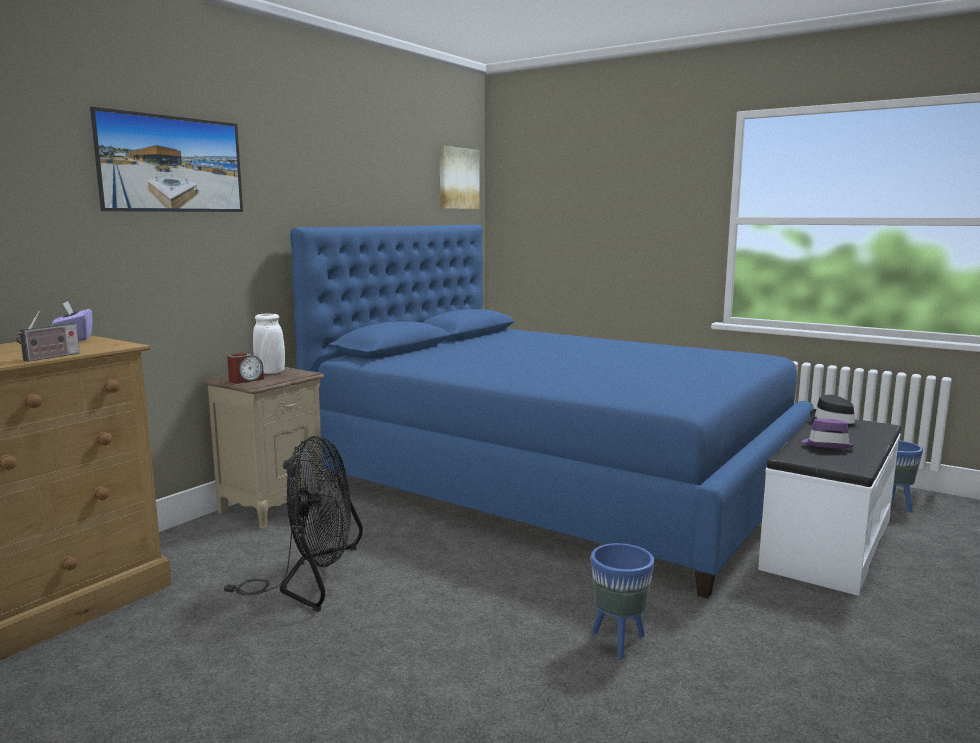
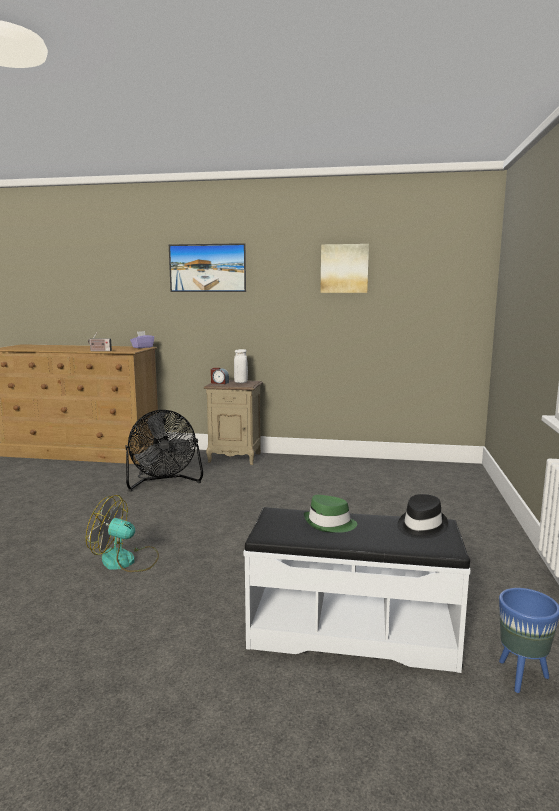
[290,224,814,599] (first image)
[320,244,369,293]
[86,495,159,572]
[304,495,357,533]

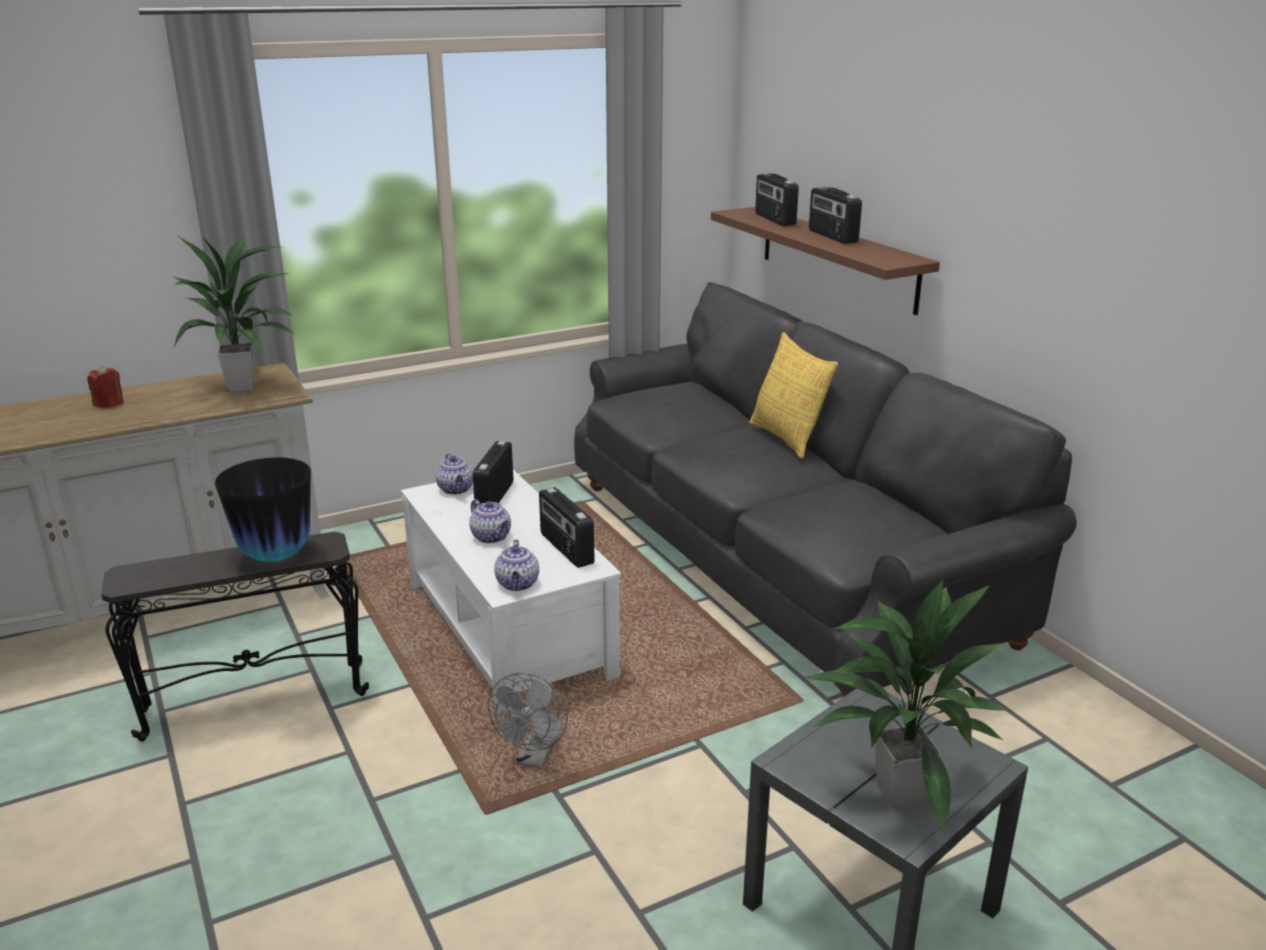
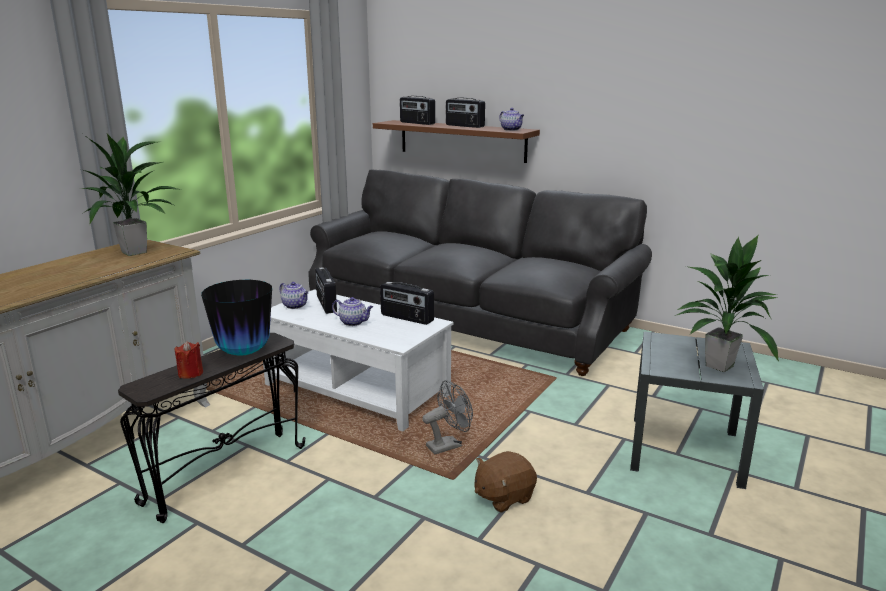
[175,341,203,379]
[422,380,473,454]
[499,108,524,131]
[749,332,838,459] (first image)
[475,451,537,513]

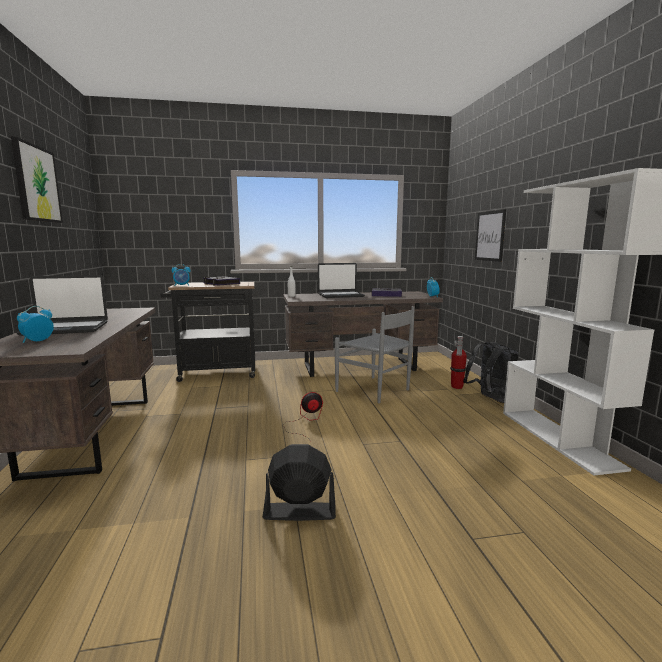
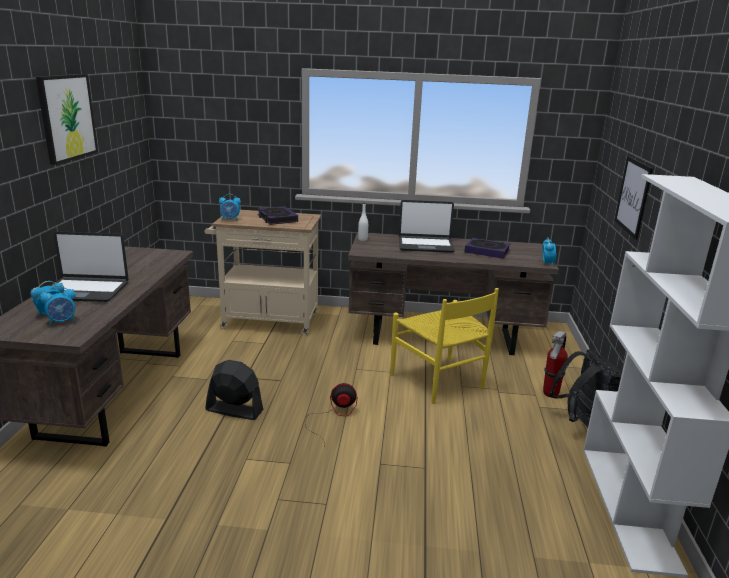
[204,210,321,335]
[205,360,263,420]
[391,288,499,404]
[40,285,76,326]

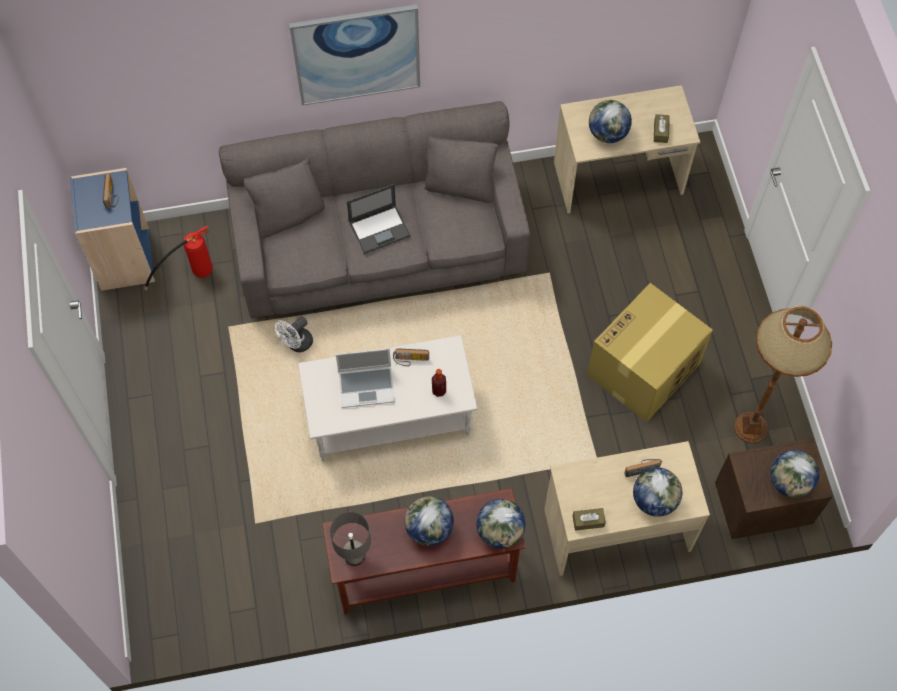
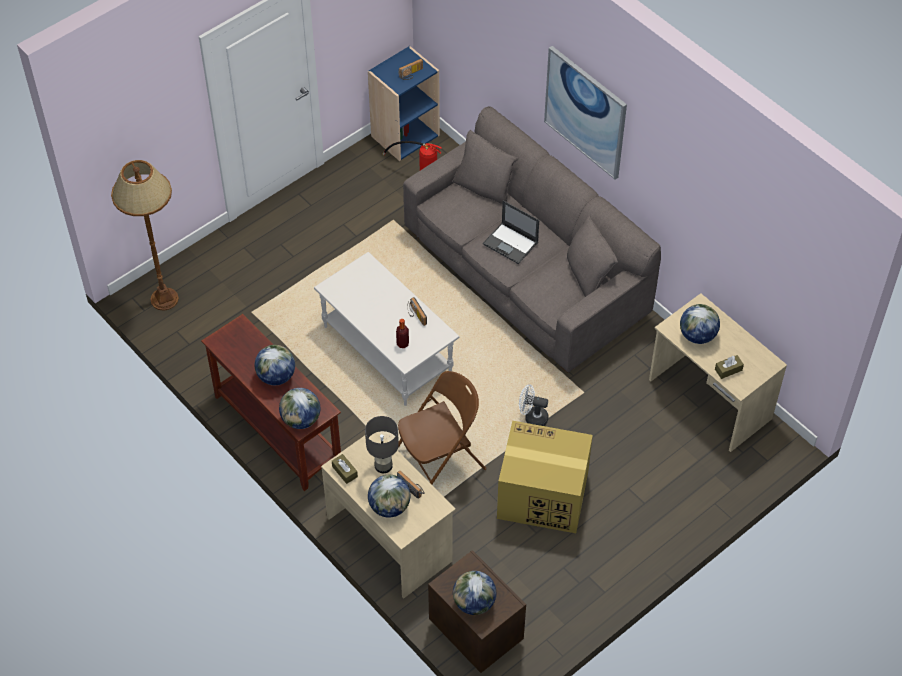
[519,384,549,426]
[365,416,399,473]
[336,349,395,408] (first image)
[111,160,179,311]
[398,371,486,484]

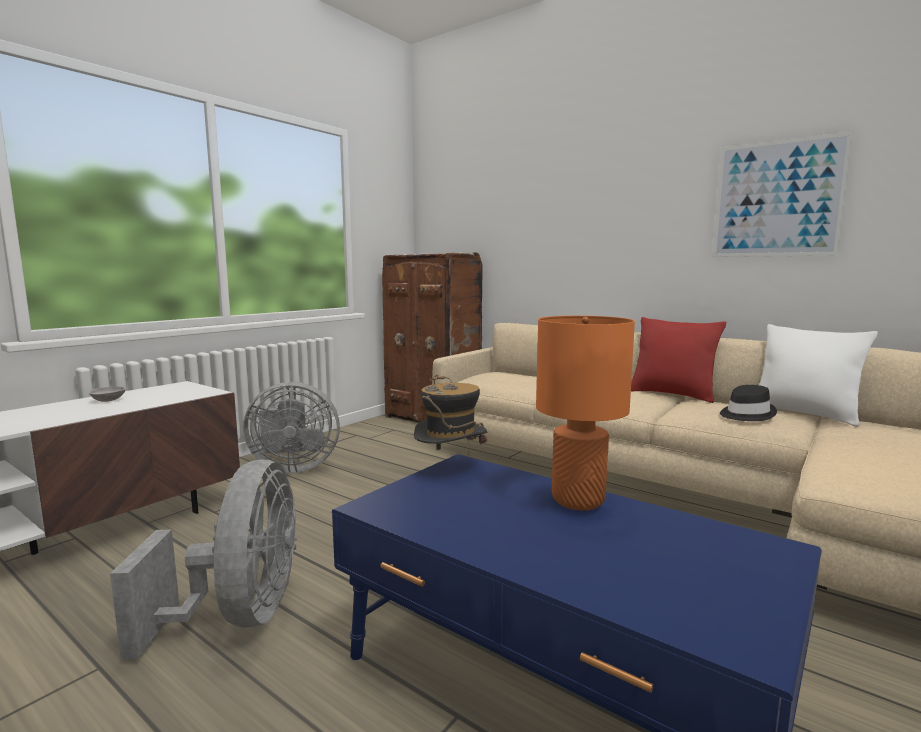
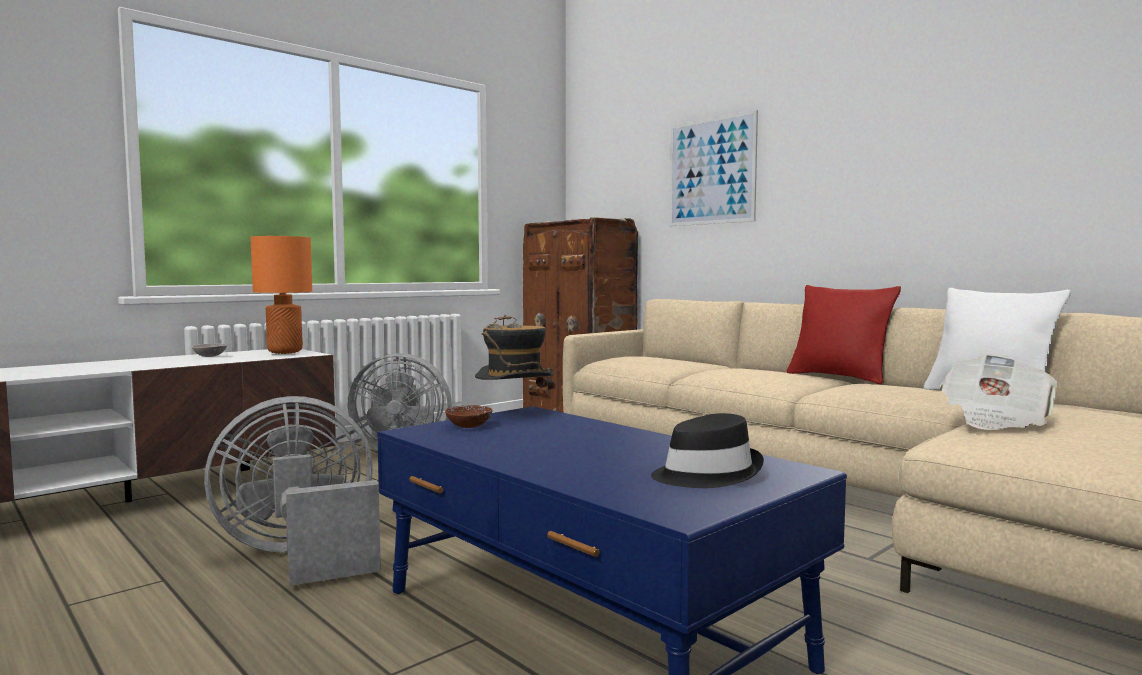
[204,396,381,586]
[250,236,312,354]
[669,110,758,226]
[651,413,764,488]
[445,405,493,428]
[940,354,1058,430]

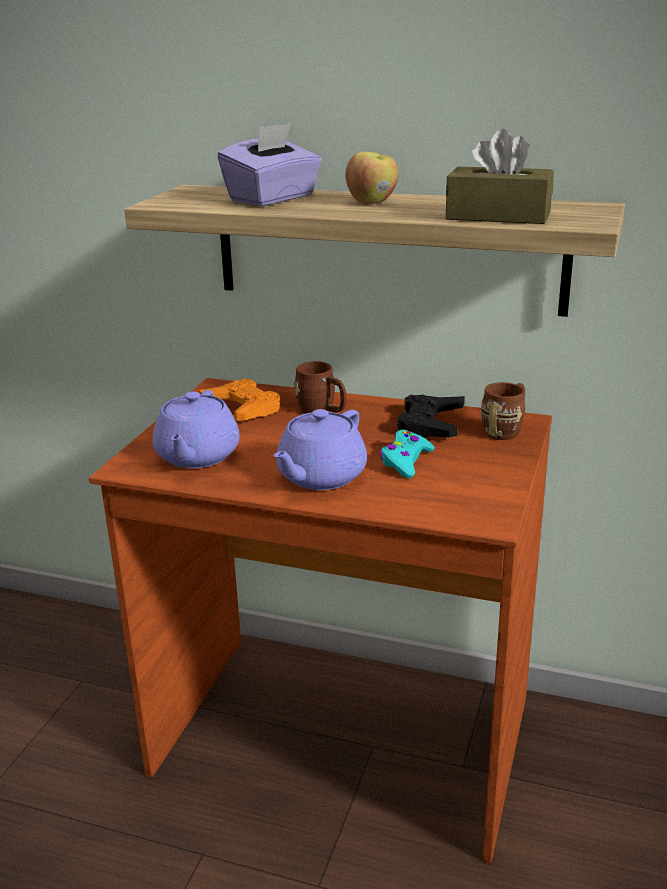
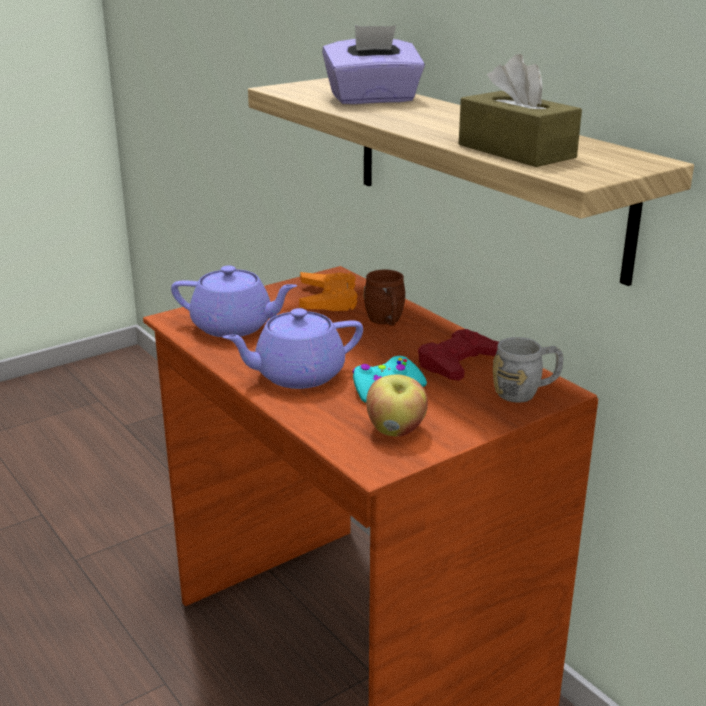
[171,265,297,337]
[366,374,428,437]
[418,329,499,381]
[493,337,563,403]

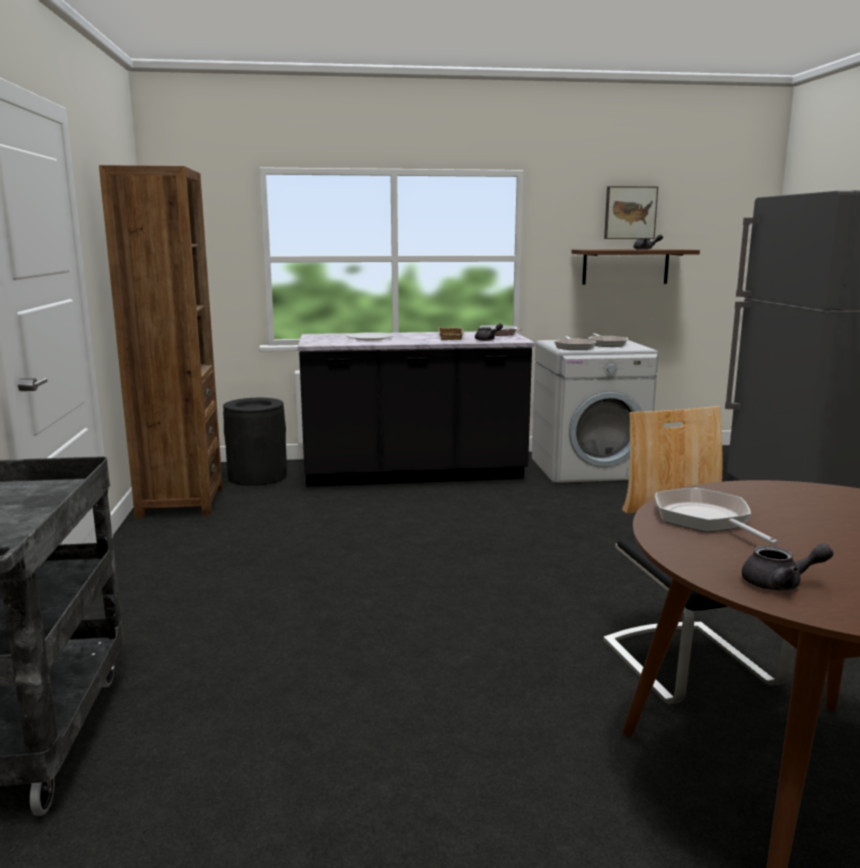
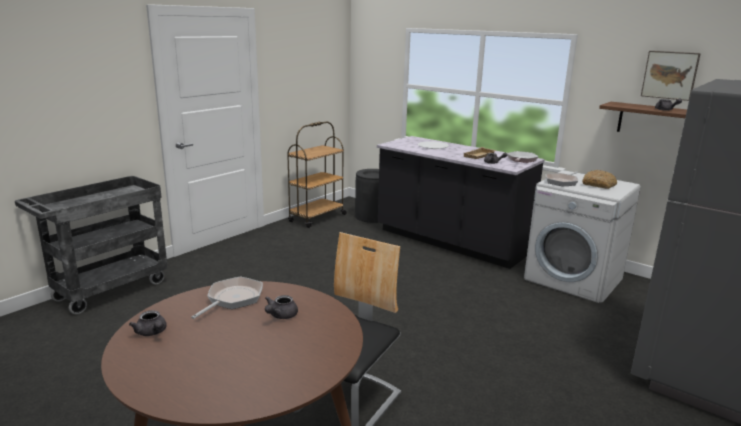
[287,122,347,228]
[582,170,617,189]
[265,295,298,319]

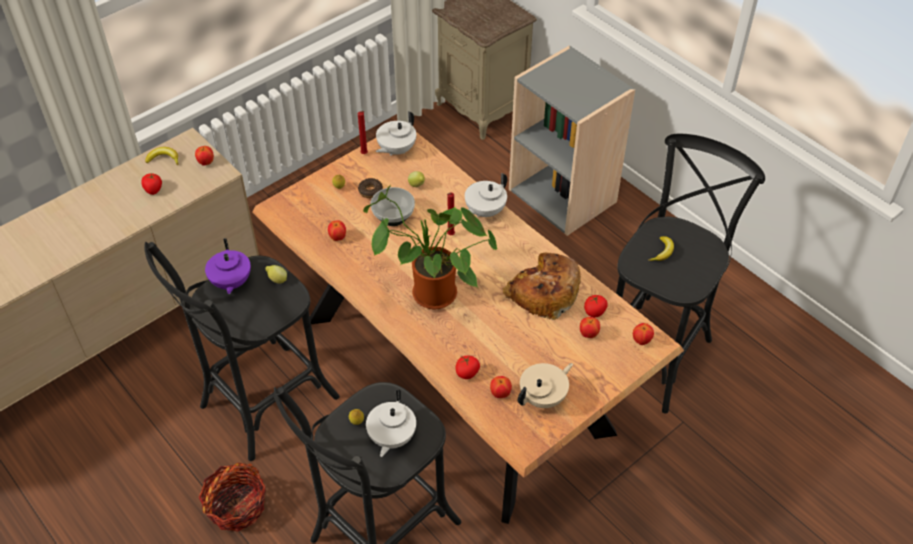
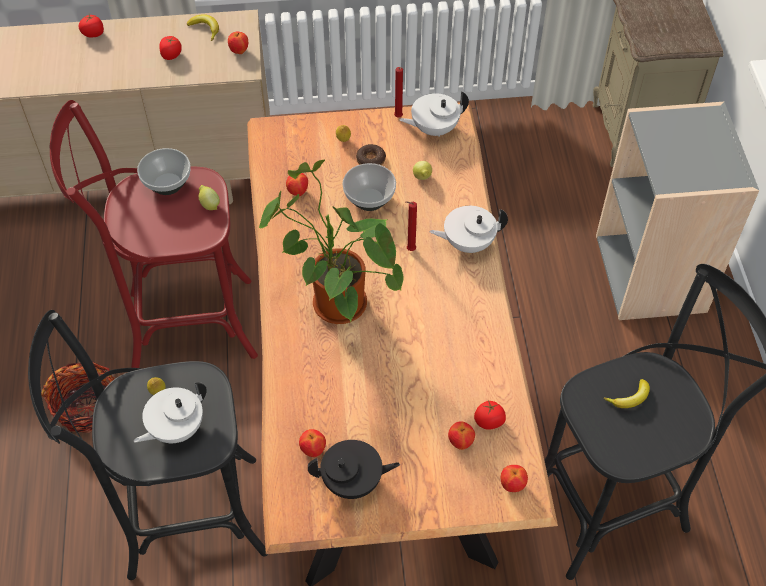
[50,100,258,368]
[137,148,191,195]
[78,14,104,37]
[502,252,581,320] (first image)
[308,440,400,499]

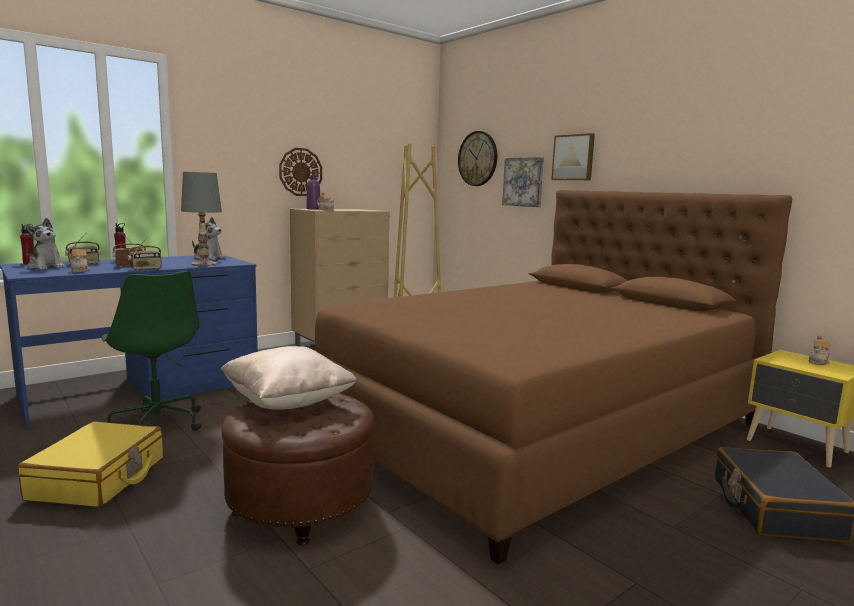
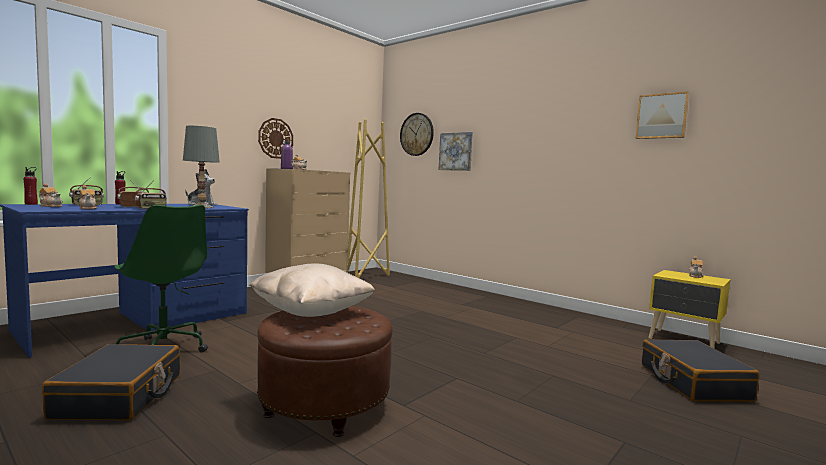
[42,344,180,420]
[39,183,63,207]
[315,190,792,565] (first image)
[636,91,689,139]

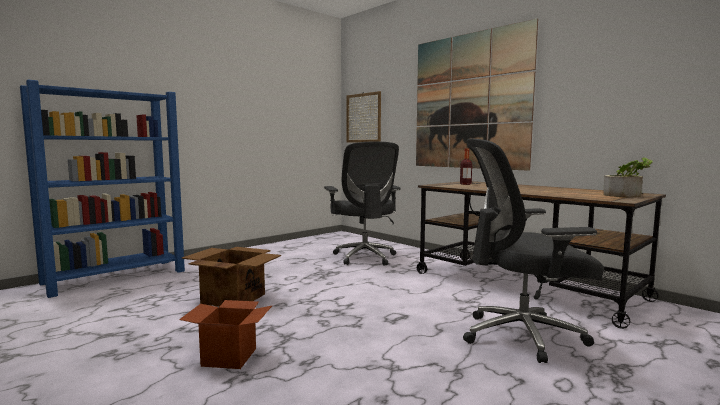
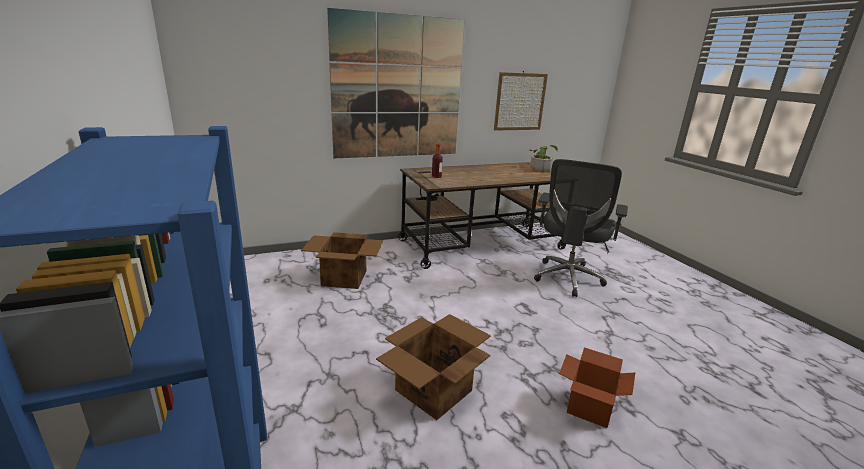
[301,232,383,289]
[494,71,548,131]

